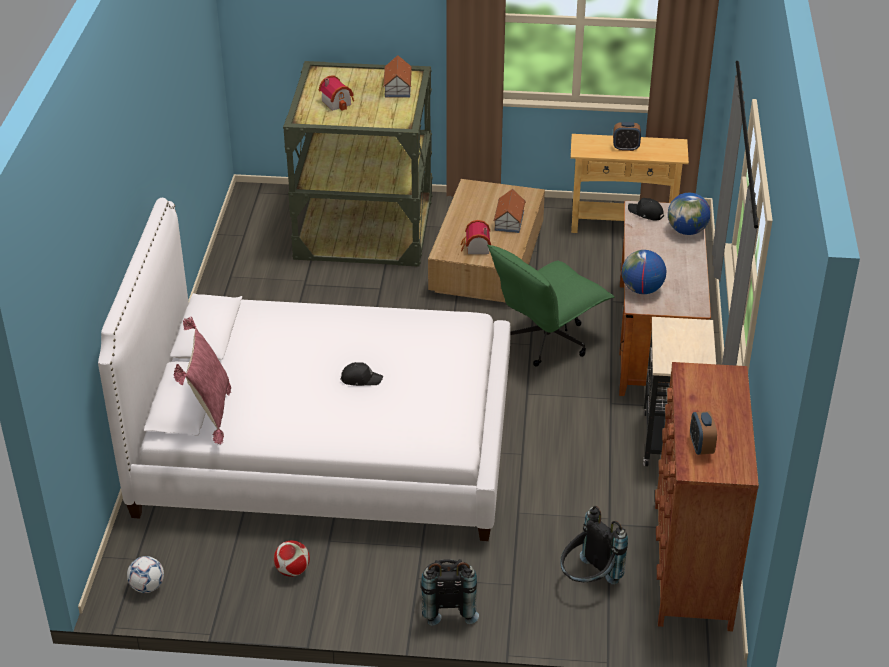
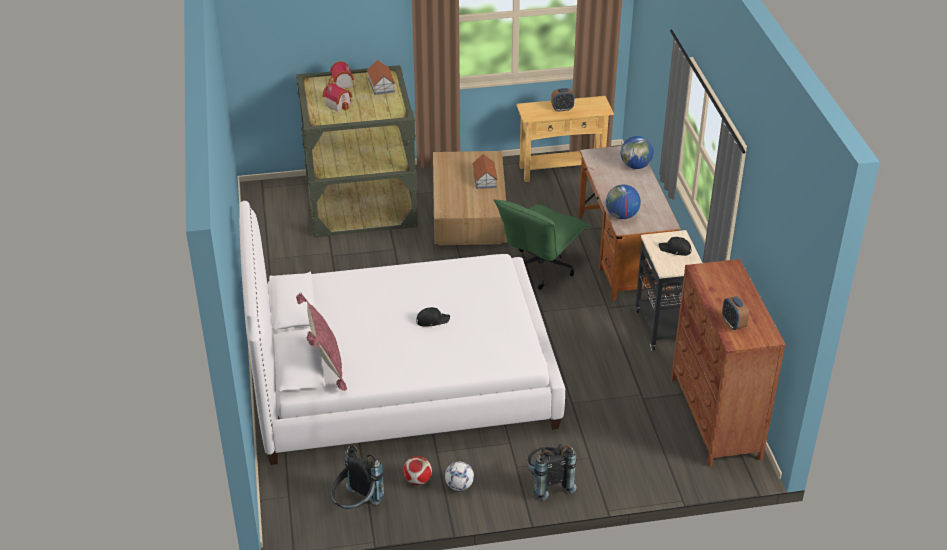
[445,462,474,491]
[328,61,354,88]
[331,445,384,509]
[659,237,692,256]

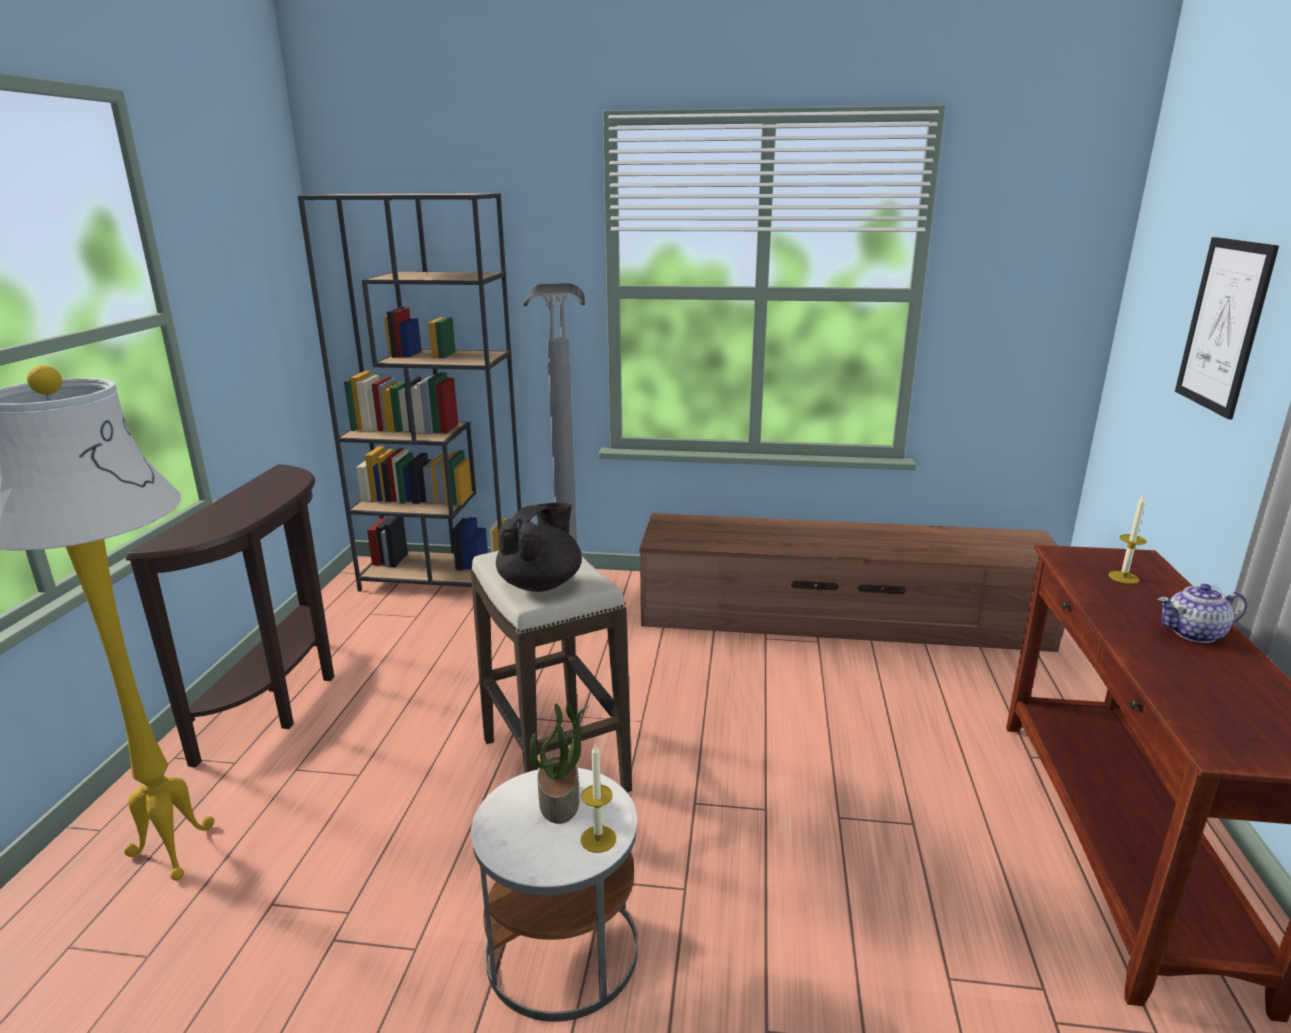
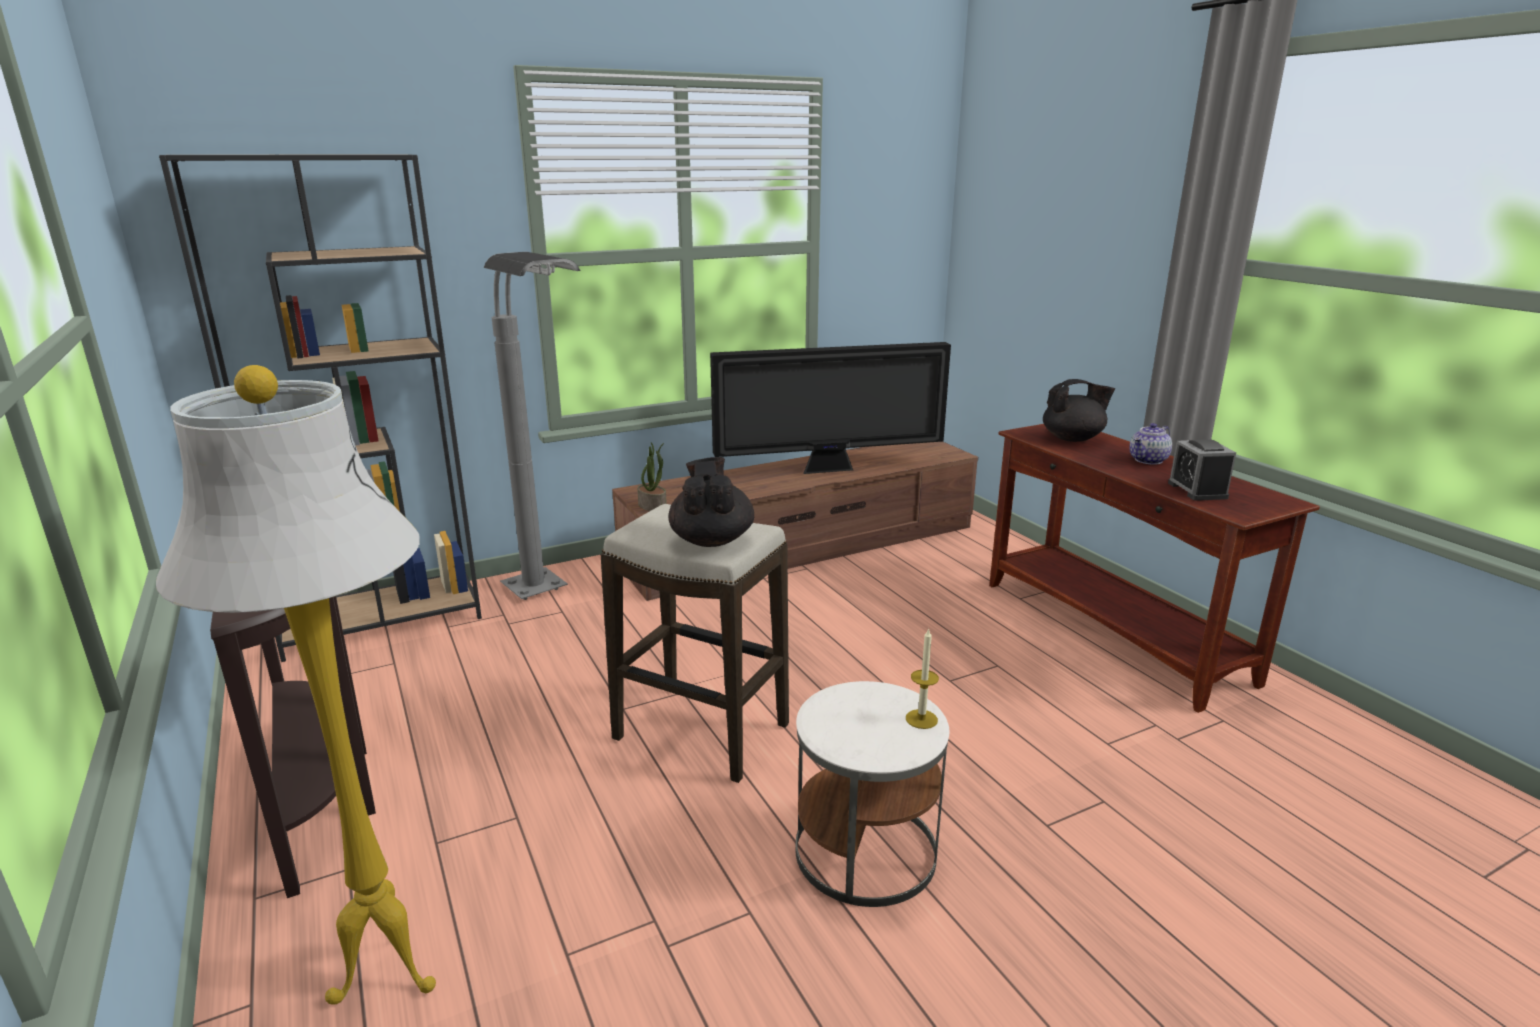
[637,442,667,511]
[1043,379,1115,442]
[1175,237,1279,419] (first image)
[710,342,951,474]
[1168,440,1236,501]

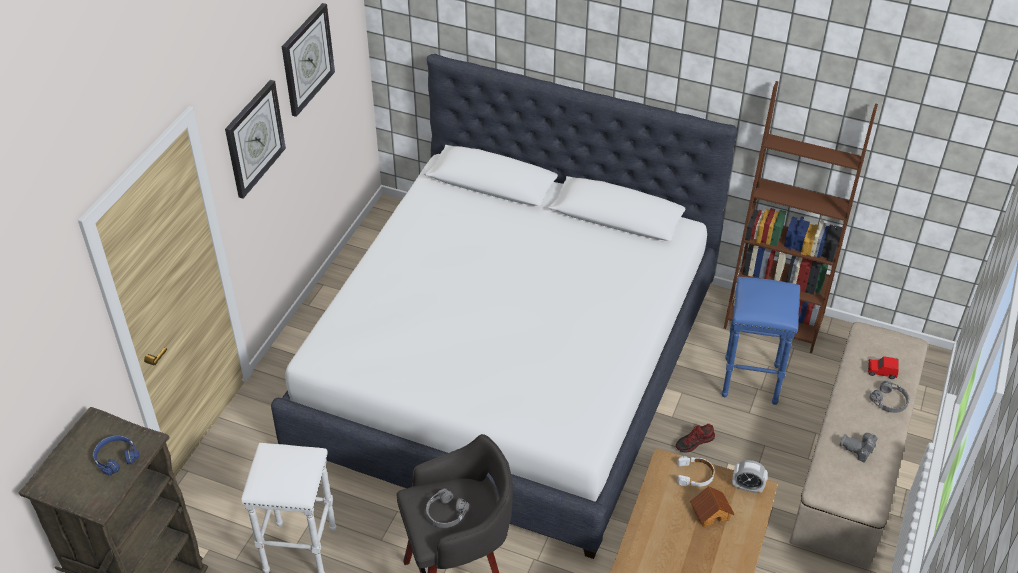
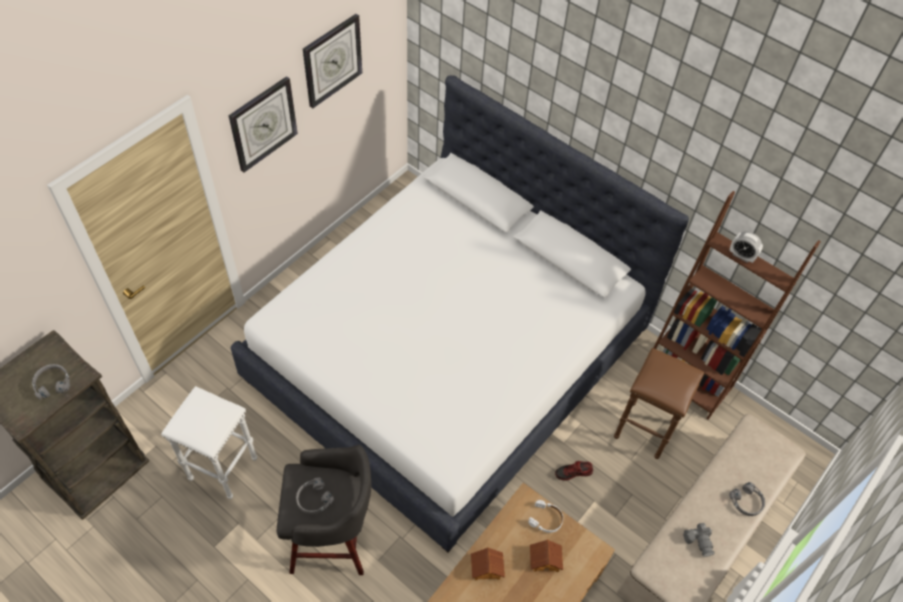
[32,364,70,399]
[614,348,704,459]
[729,232,763,263]
[683,523,714,557]
[868,356,899,379] (first image)
[471,547,505,580]

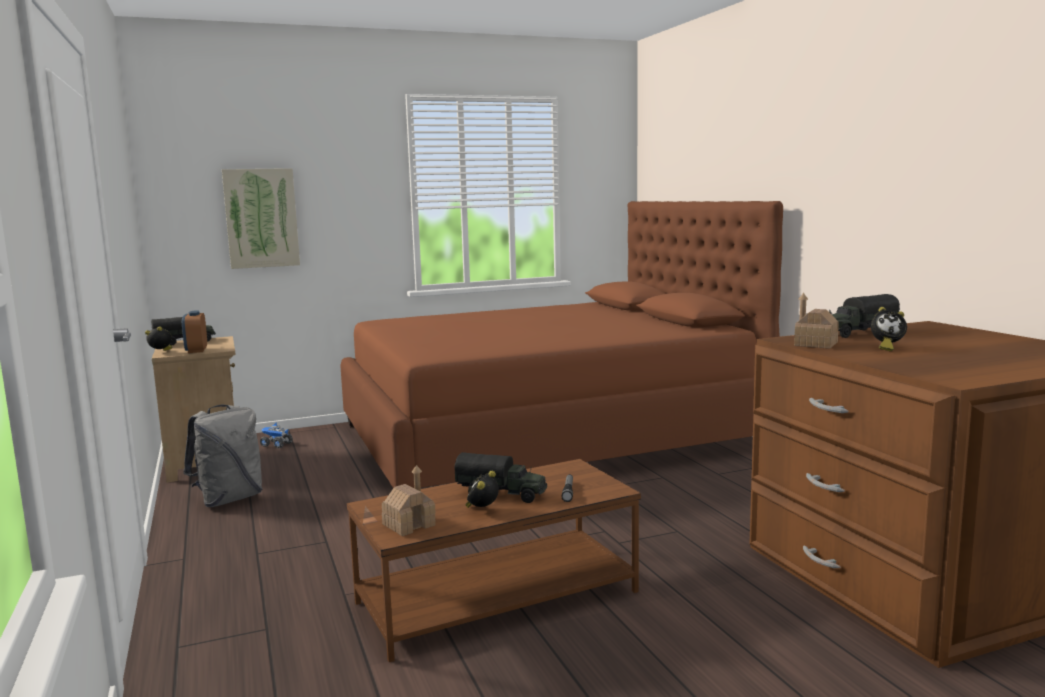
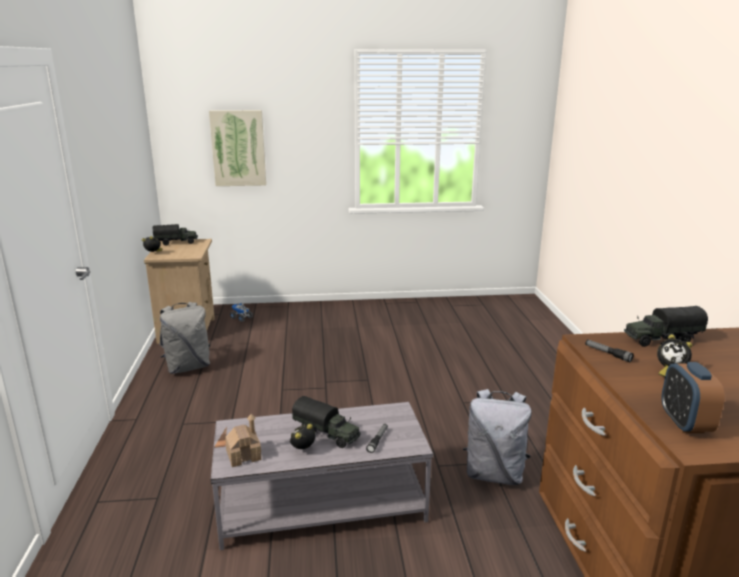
[662,362,725,433]
[341,201,783,488] (first image)
[211,402,433,550]
[585,339,634,362]
[463,389,532,485]

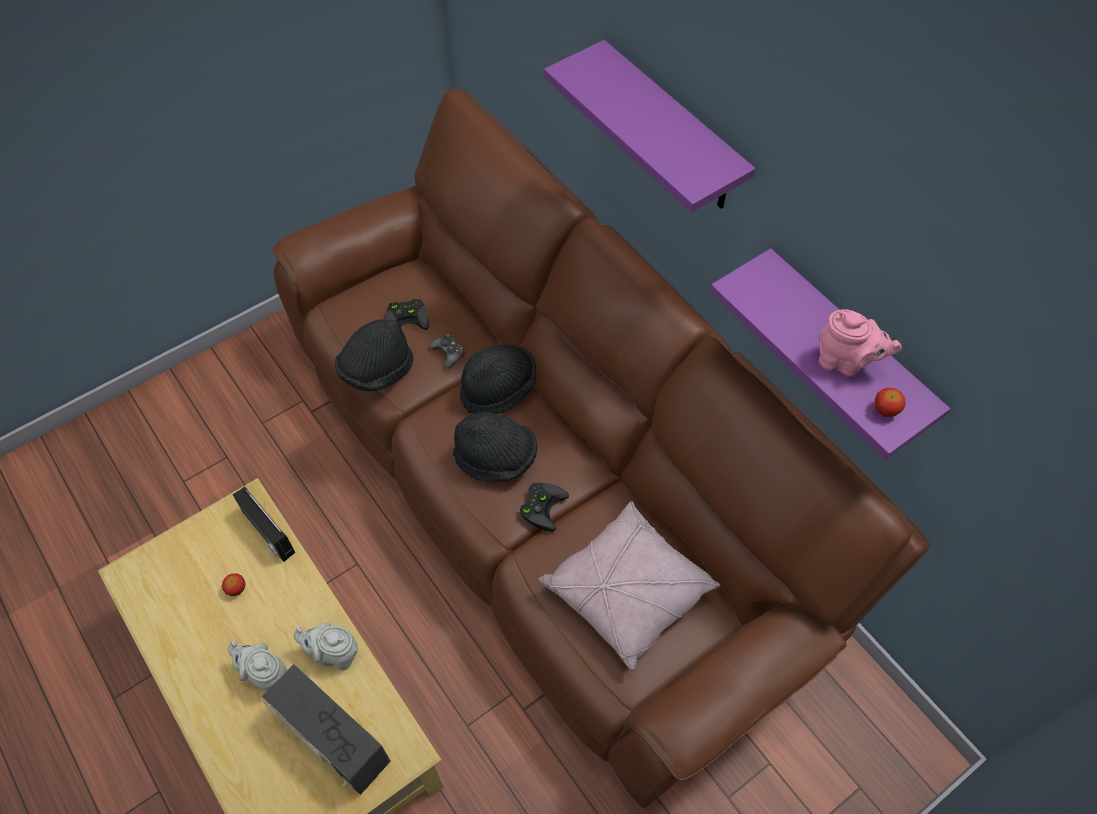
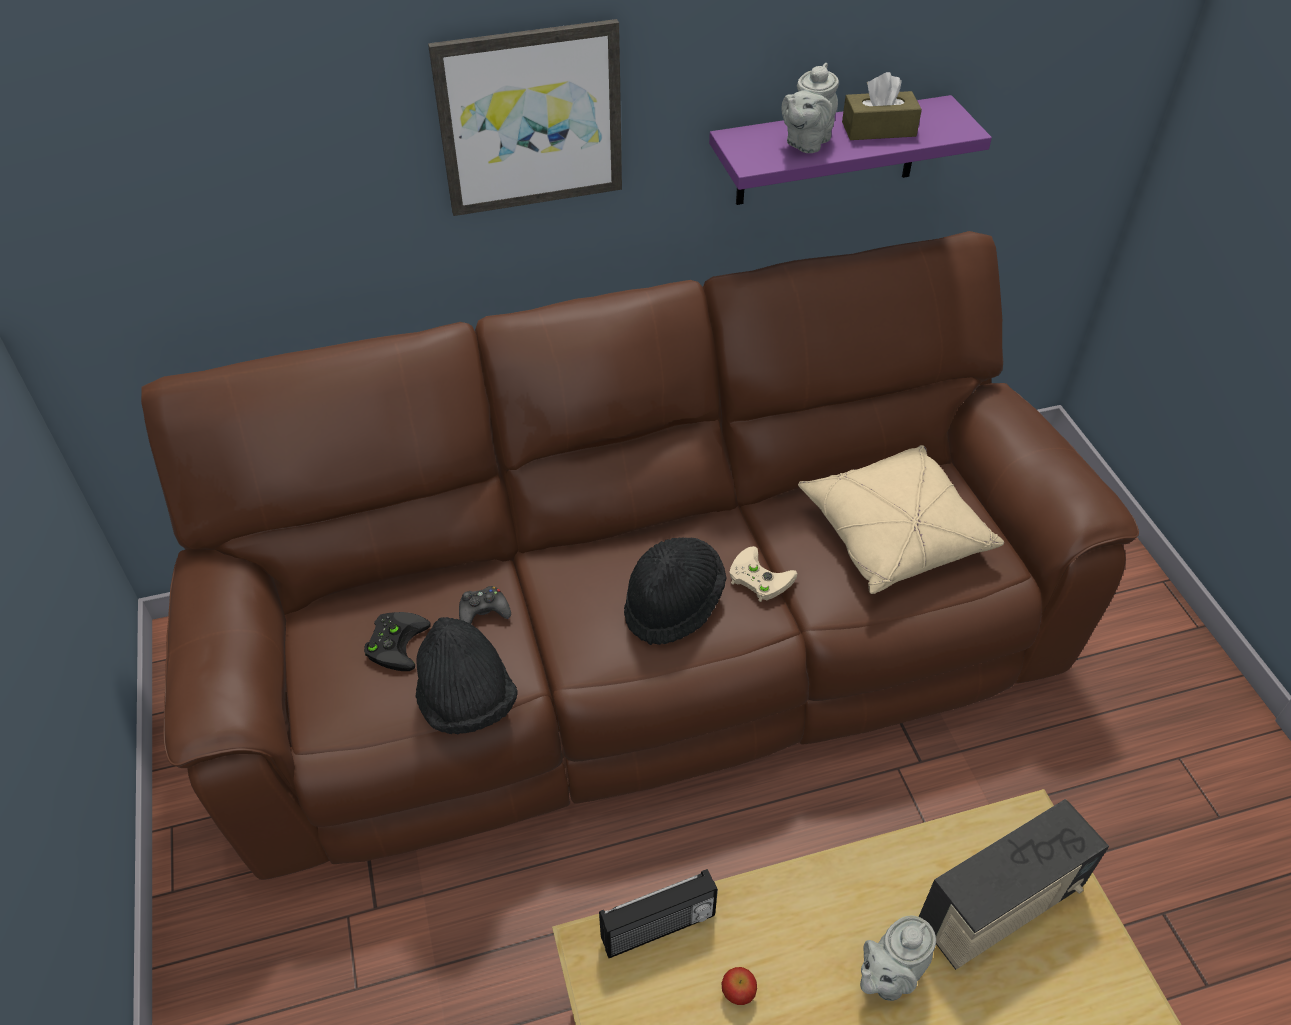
[781,63,839,153]
[460,344,536,414] (first image)
[730,546,797,602]
[798,445,1004,594]
[428,19,622,216]
[842,72,922,140]
[875,388,906,417] (first image)

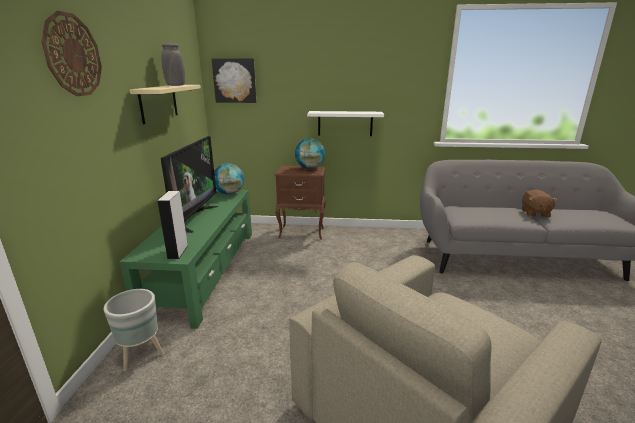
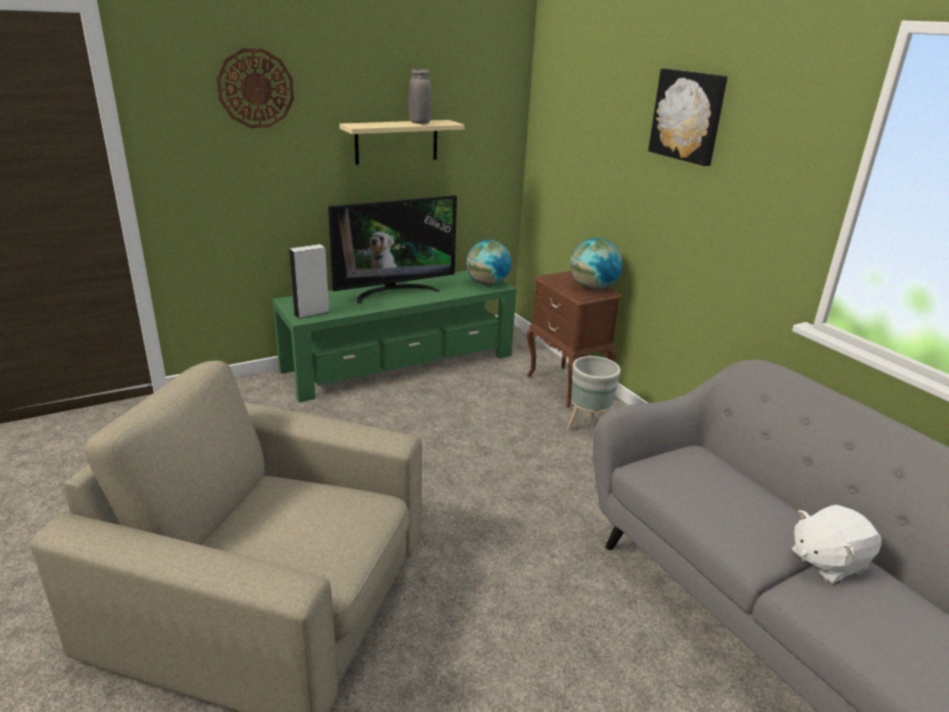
[567,356,621,430]
[648,69,728,166]
[307,111,384,136] (first image)
[792,505,881,585]

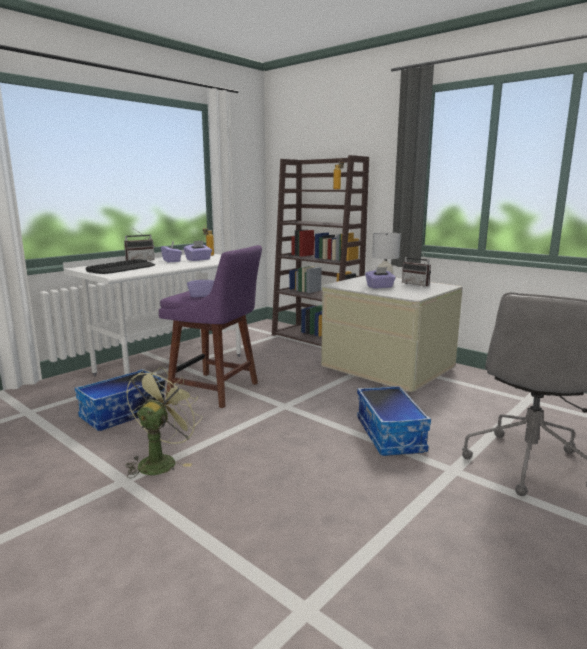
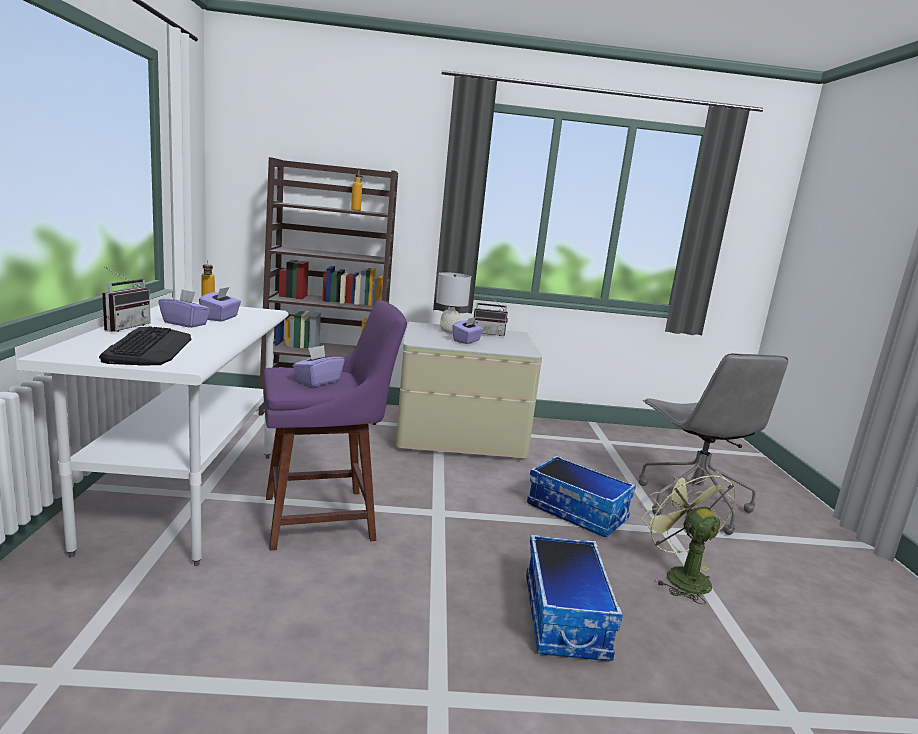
[526,535,623,661]
[642,466,736,604]

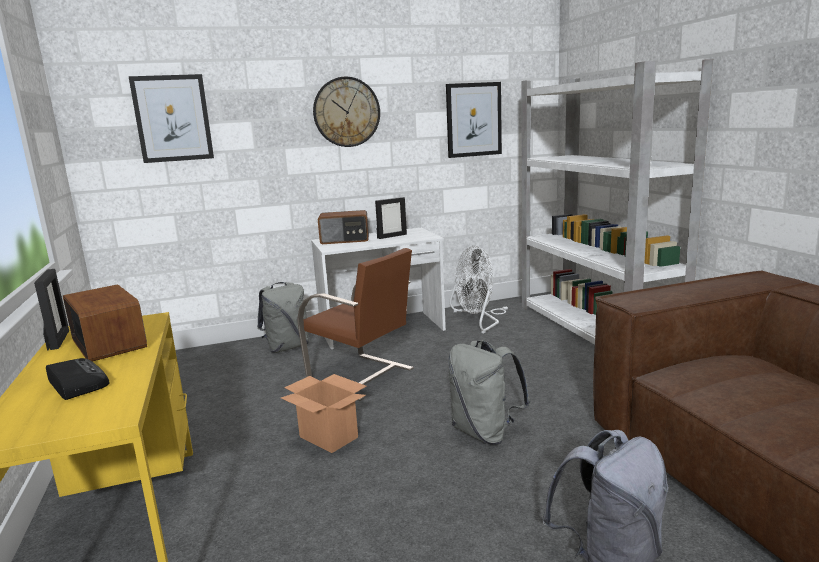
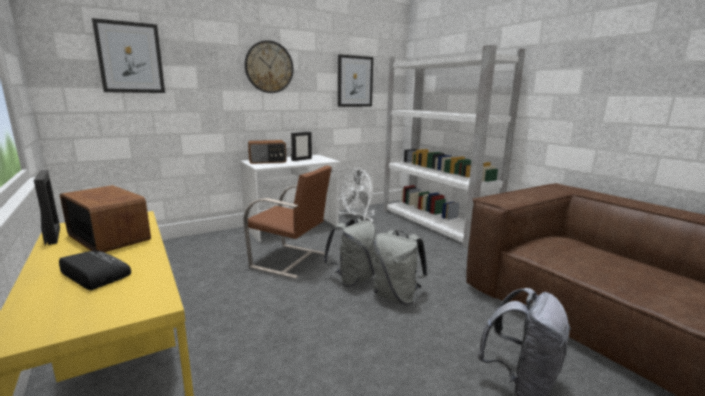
[323,218,376,287]
[281,374,366,453] (first image)

